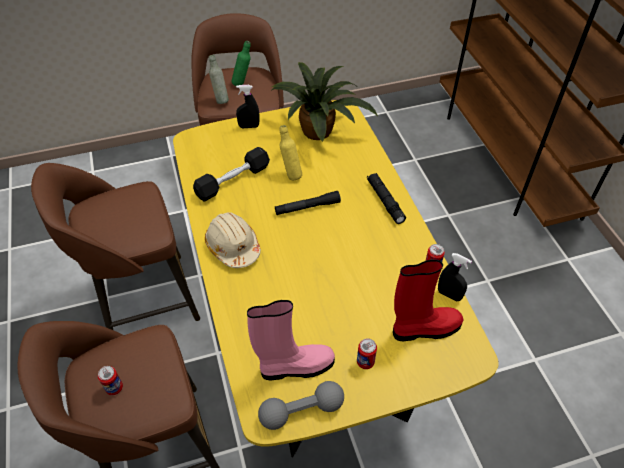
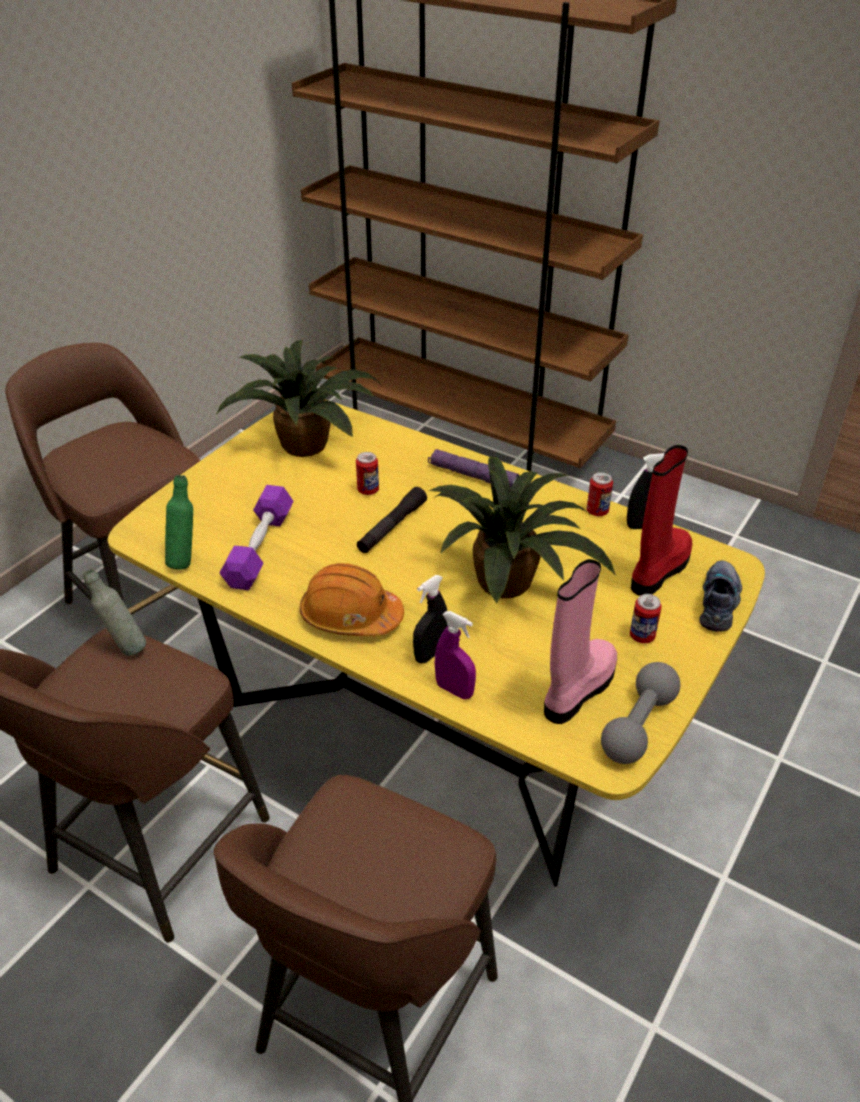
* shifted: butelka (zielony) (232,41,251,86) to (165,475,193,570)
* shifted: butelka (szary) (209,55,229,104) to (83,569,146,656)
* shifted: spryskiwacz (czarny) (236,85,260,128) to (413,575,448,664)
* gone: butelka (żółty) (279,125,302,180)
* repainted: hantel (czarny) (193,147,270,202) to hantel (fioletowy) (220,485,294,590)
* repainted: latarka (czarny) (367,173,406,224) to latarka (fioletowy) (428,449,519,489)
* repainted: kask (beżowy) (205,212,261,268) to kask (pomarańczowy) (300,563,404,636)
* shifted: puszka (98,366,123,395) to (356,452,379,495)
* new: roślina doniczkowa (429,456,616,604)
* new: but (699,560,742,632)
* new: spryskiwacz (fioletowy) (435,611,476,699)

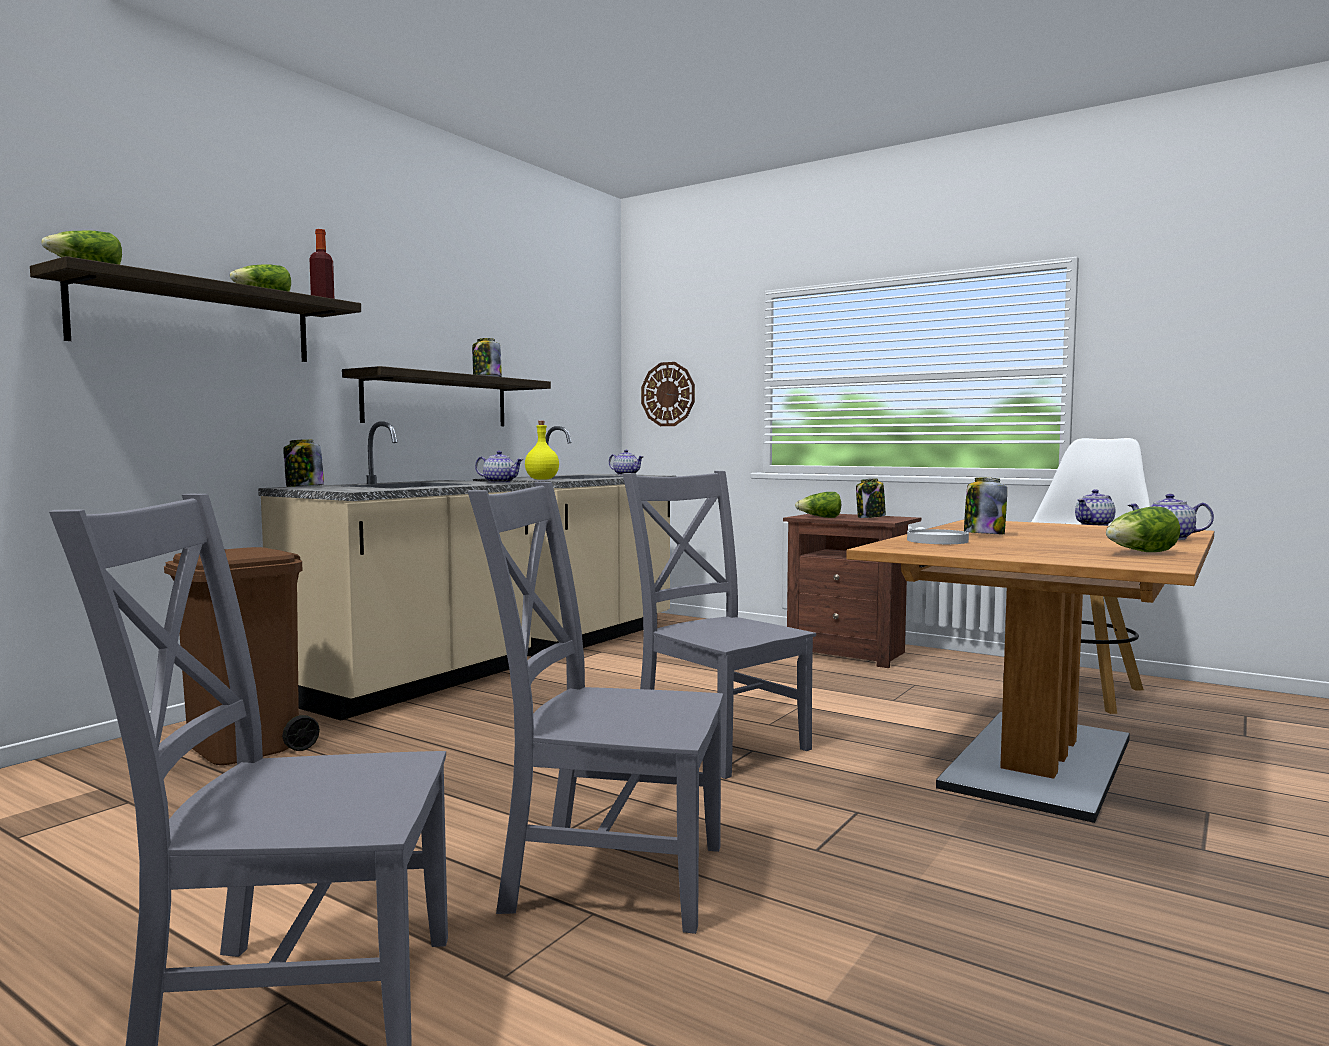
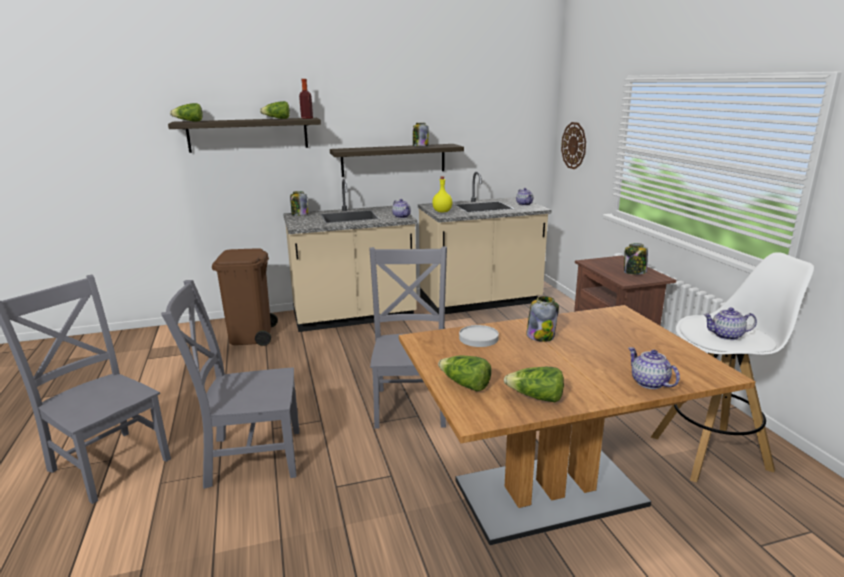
* rotated: krzesło (szary) (468,482,723,934) = (161,280,299,489) 60 degrees counterclockwise
* shifted: sałata (795,492,841,518) to (438,355,492,392)

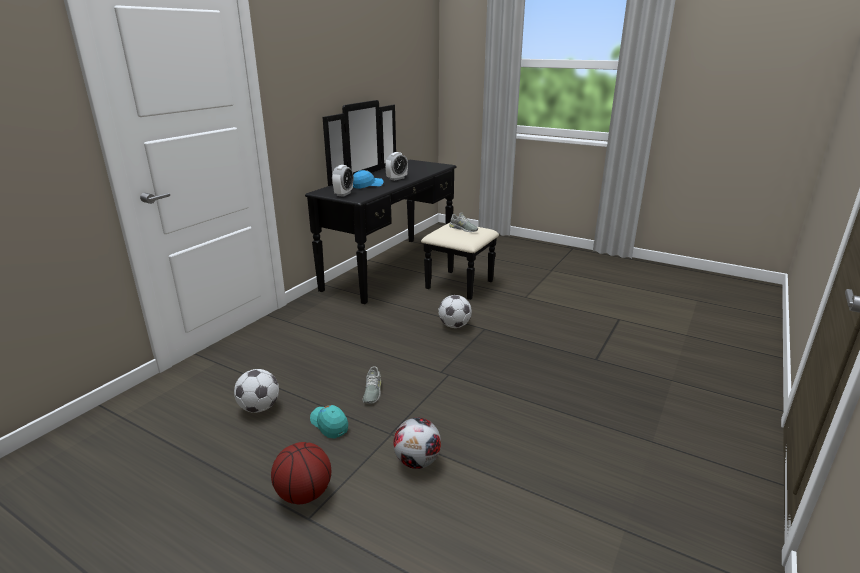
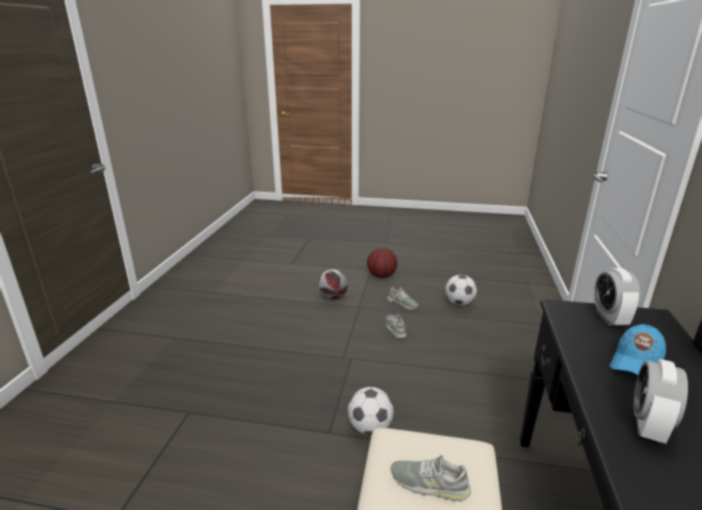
* swapped: czapka z daszkiem (turkusowy) (310,405,348,438) to but (szary) (387,287,419,309)

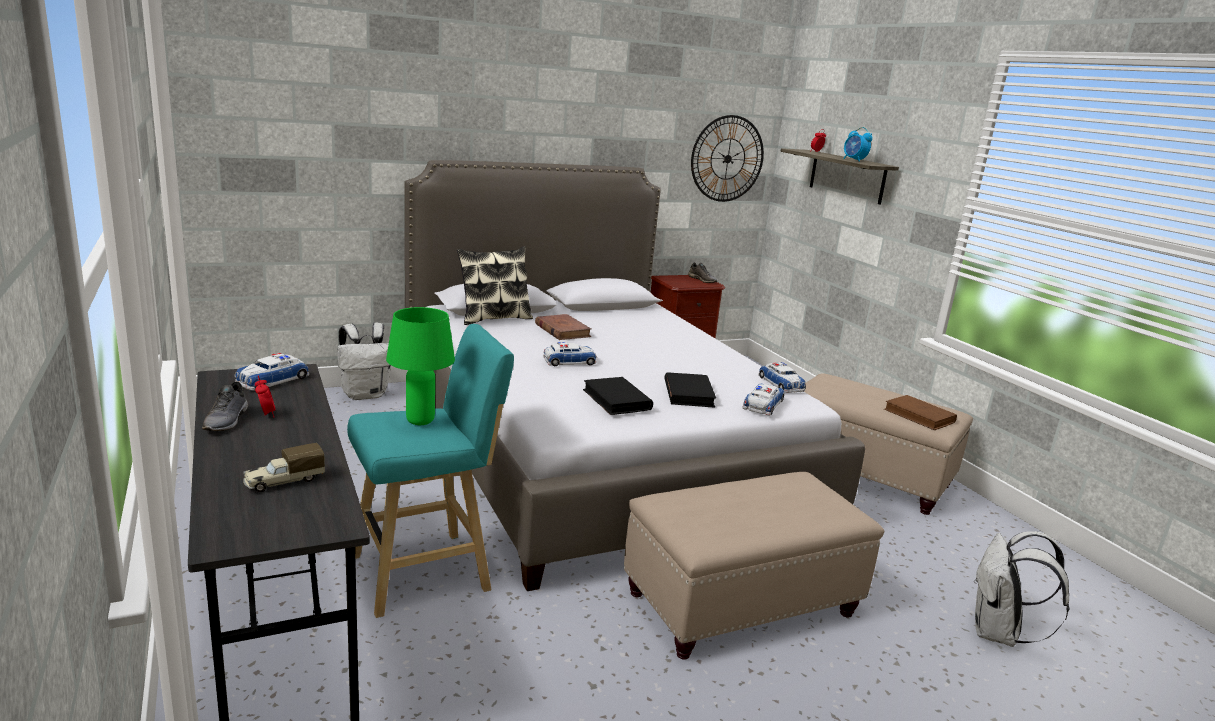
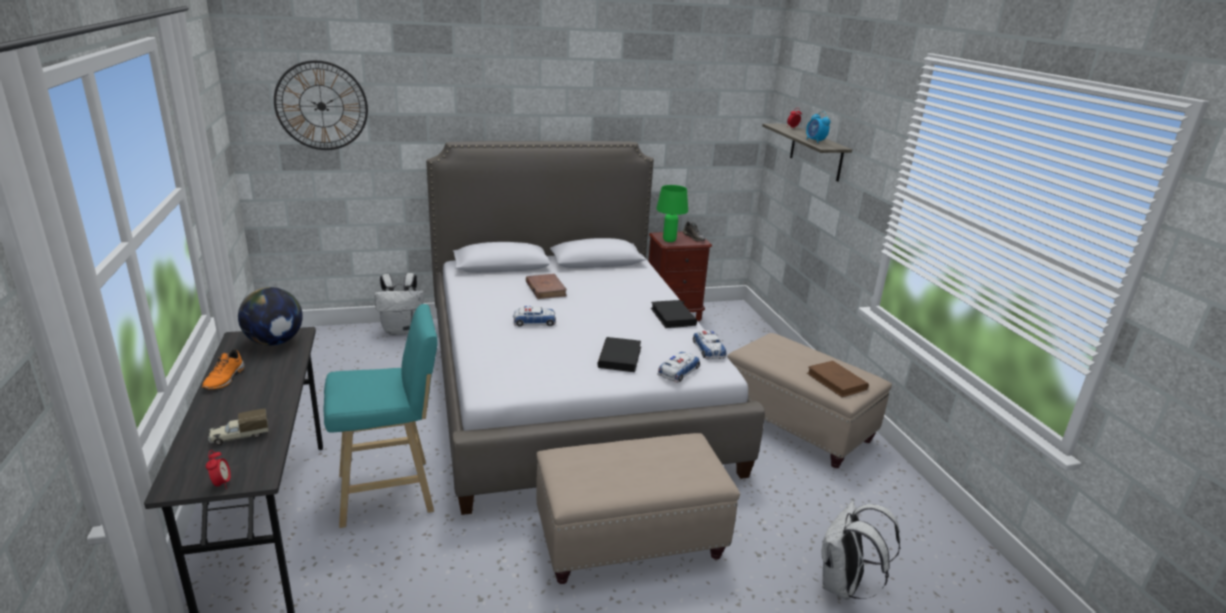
* shifted: zegar ścienny (691,115,764,202) to (274,60,368,150)
* gone: poduszka (457,246,533,325)
* shifted: lampa stołowa (zielony) (386,307,455,425) to (656,185,688,242)
* swapped: samochodzik (235,353,310,391) to globus (238,287,303,346)
* shifted: budzik (255,376,276,418) to (206,450,231,489)
* shifted: książka (czarny) (583,377,653,415) to (651,300,697,328)
* repainted: but (szary) (202,381,248,431) to but (pomarańczowy) (202,349,245,390)

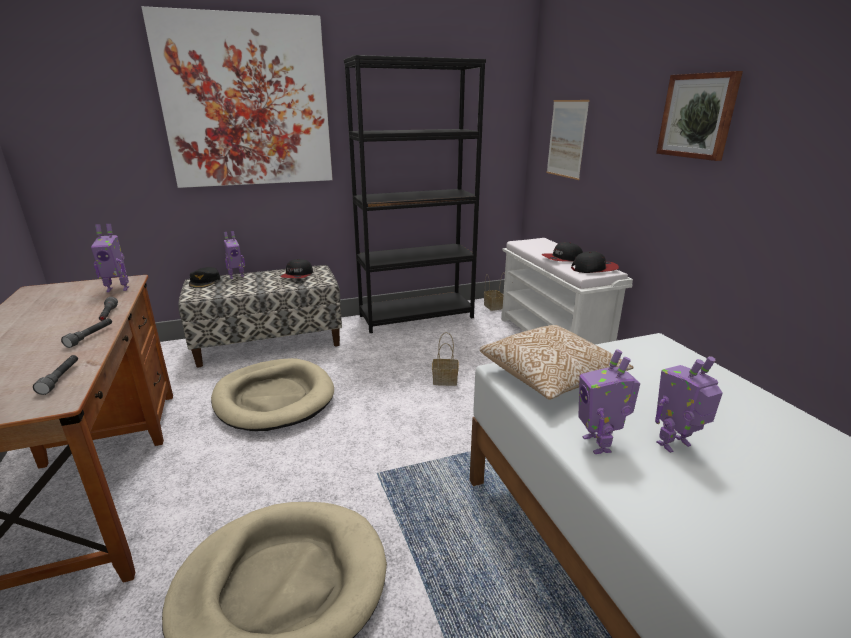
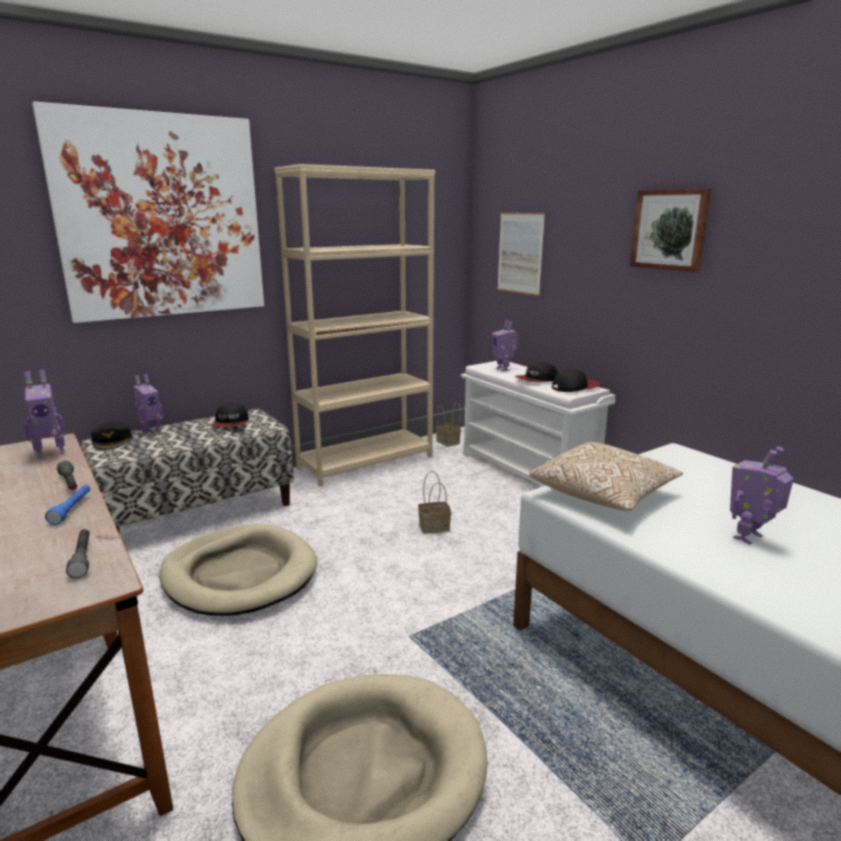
* repainted: regał (czarny) (344,55,486,333) to regał (beżowy) (274,164,435,486)
* repainted: latarka (szary) (61,318,112,348) to latarka (niebieski) (45,485,90,525)
* shifted: robot zabawkowy (578,349,640,454) to (492,320,518,371)

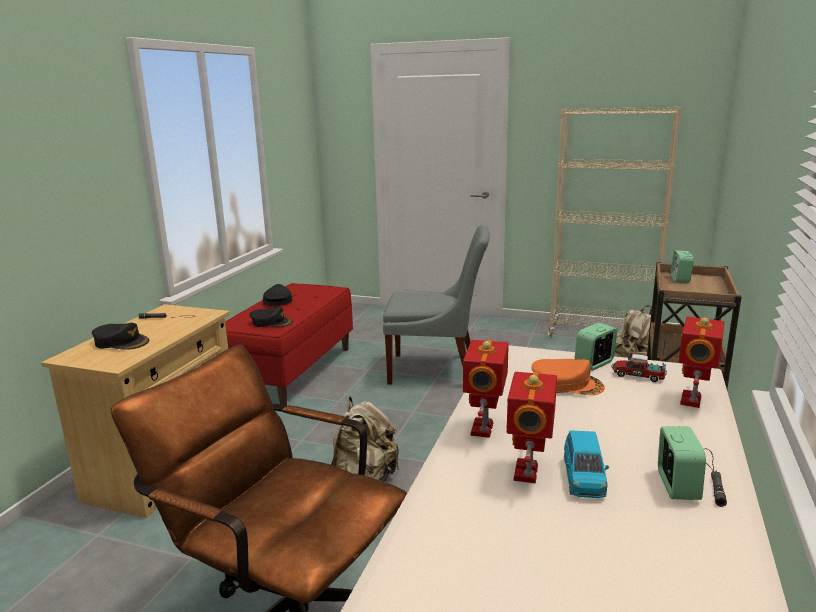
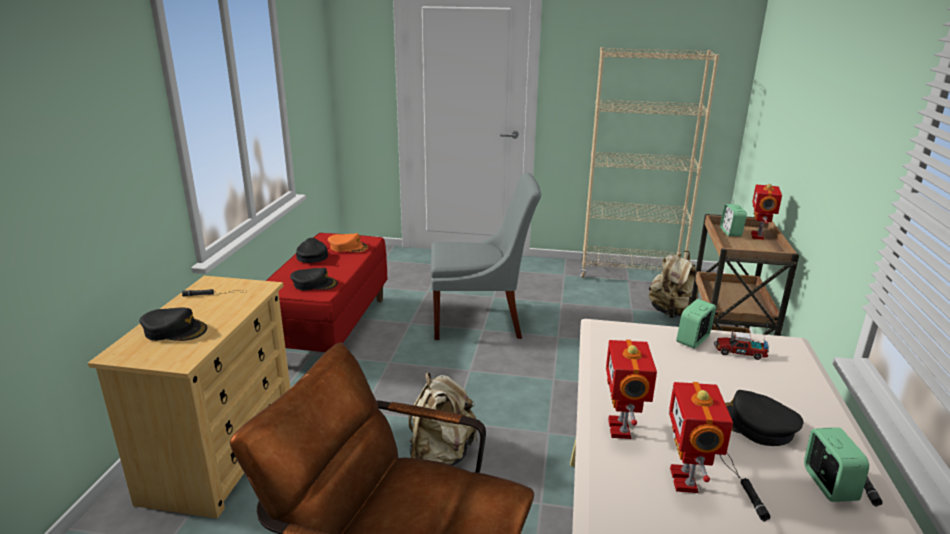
* shifted: robot zabawkowy (678,317,725,408) to (751,184,782,240)
* shifted: czapka z daszkiem (pomarańczowy) (531,359,605,395) to (328,233,368,252)
* swapped: samochodzik (niebieski) (564,430,609,498) to latarka (czarny) (720,453,770,521)
* new: czapka z daszkiem (czarny) (725,390,804,446)

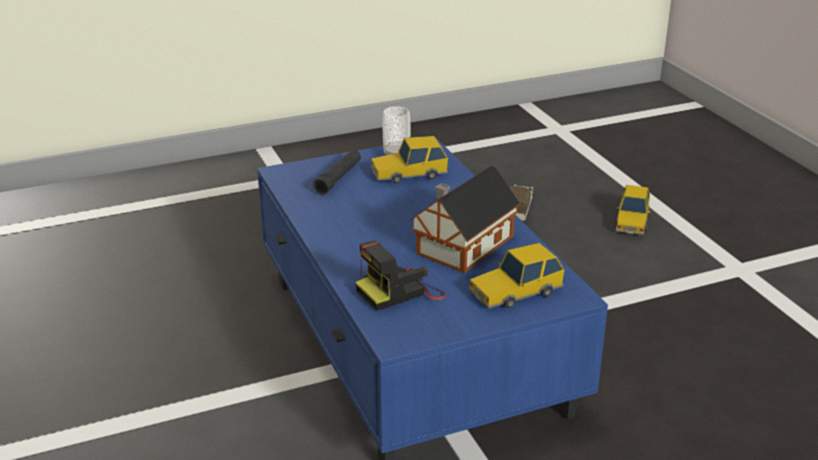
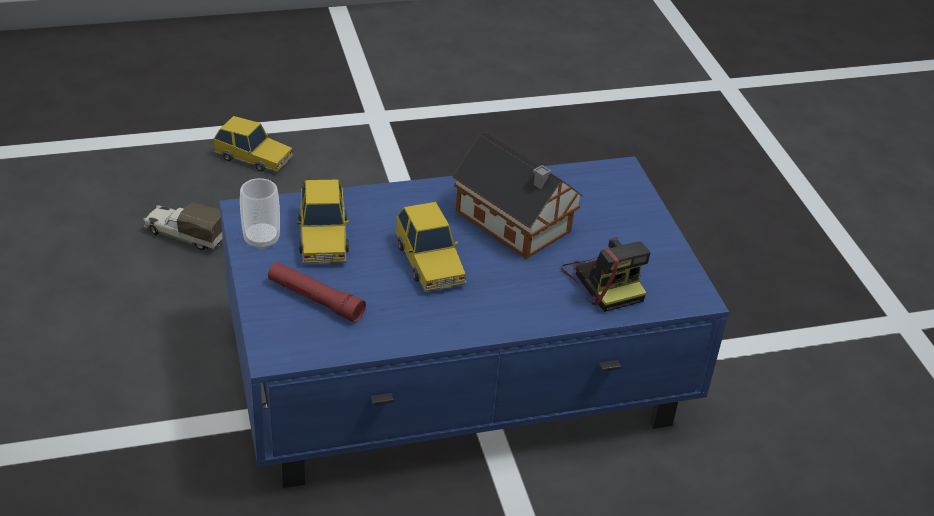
* repainted: latarka (czarny) (313,149,361,195) to latarka (czerwony) (268,262,366,322)
* shifted: samochodzik (468,243,564,308) to (395,202,467,292)

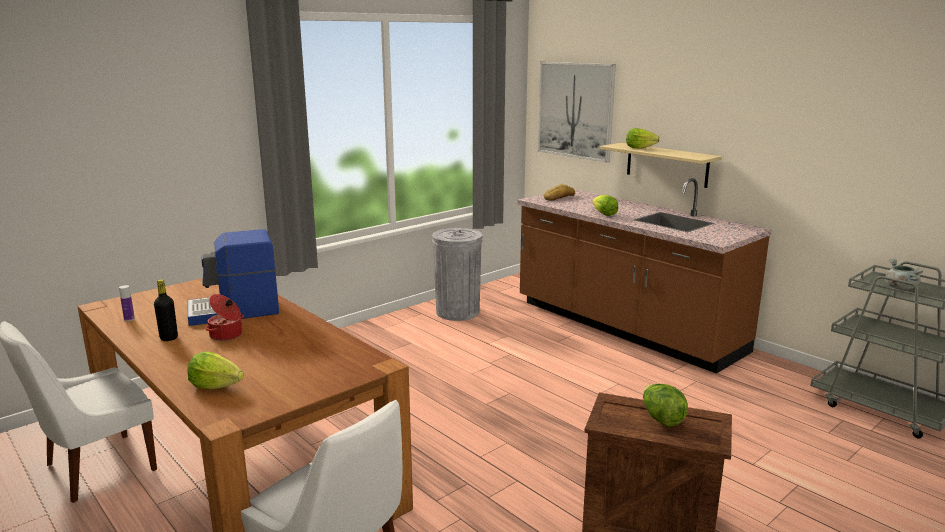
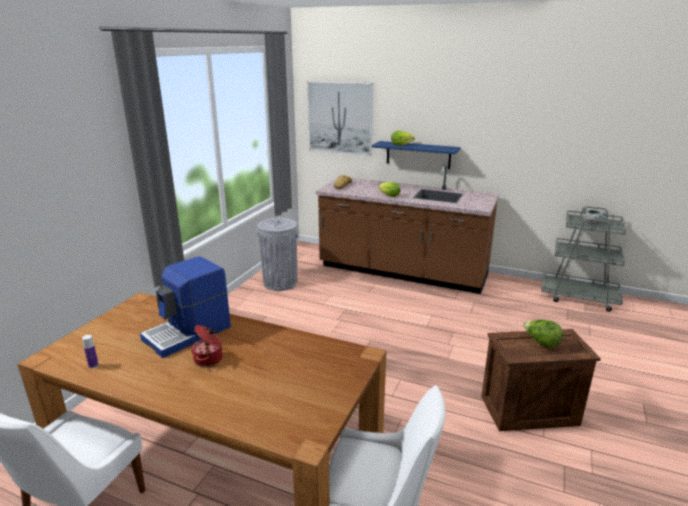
* repainted: półka (beżowy) (600,143,722,188) to półka (niebieski) (372,141,461,169)
* gone: butelka (czarny) (154,279,178,341)
* gone: sałata (187,351,244,389)

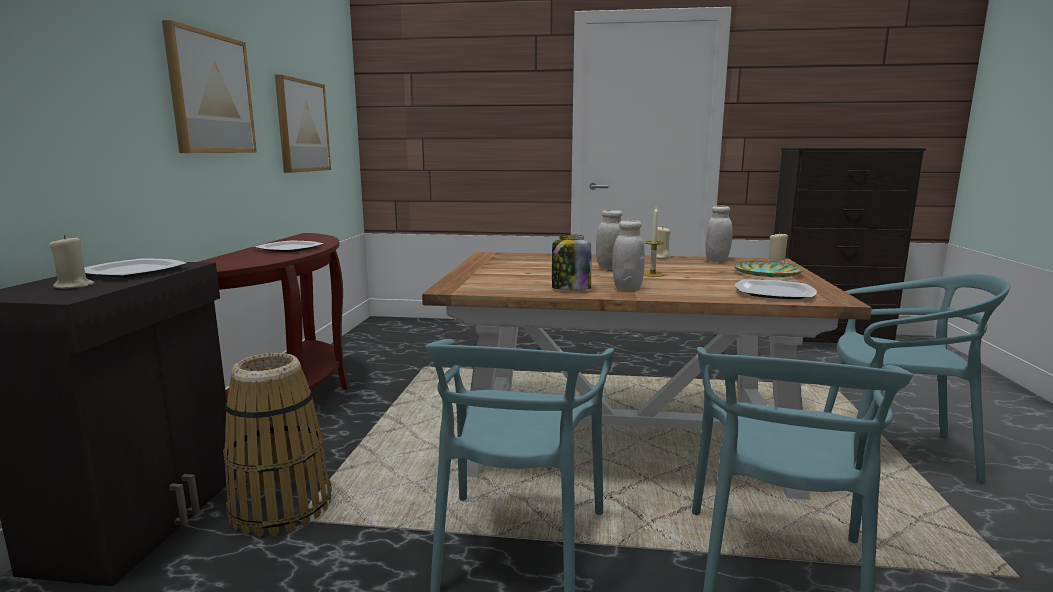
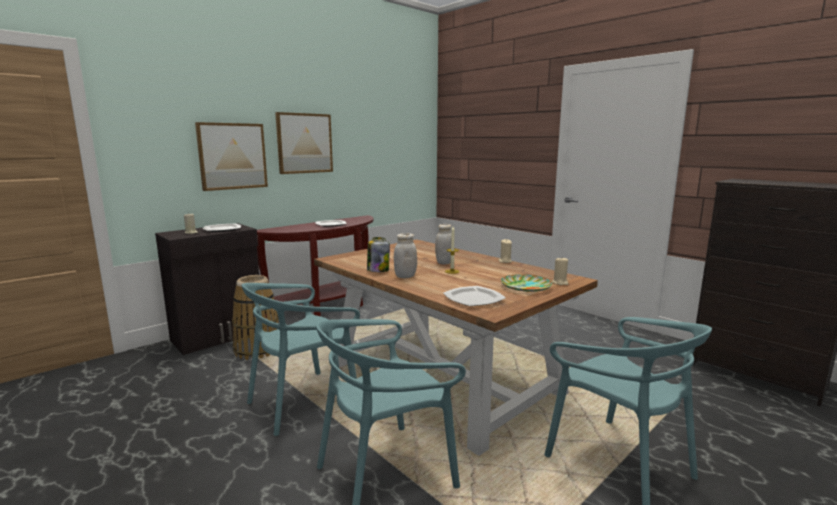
* shifted: obraz (275,75,331,173) to (195,122,268,191)
* gone: słoik (biały) (705,205,732,262)

